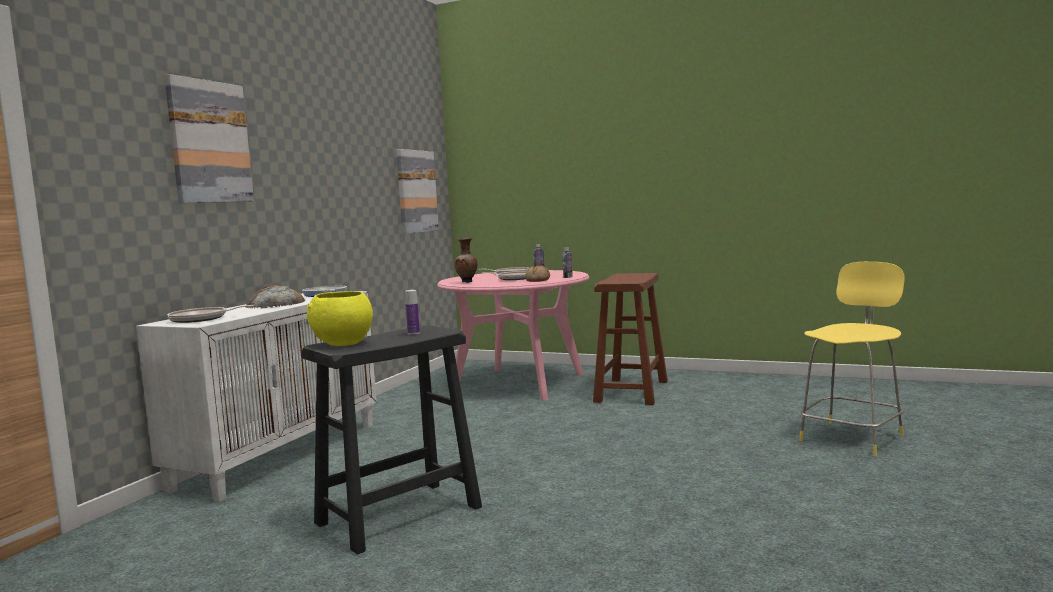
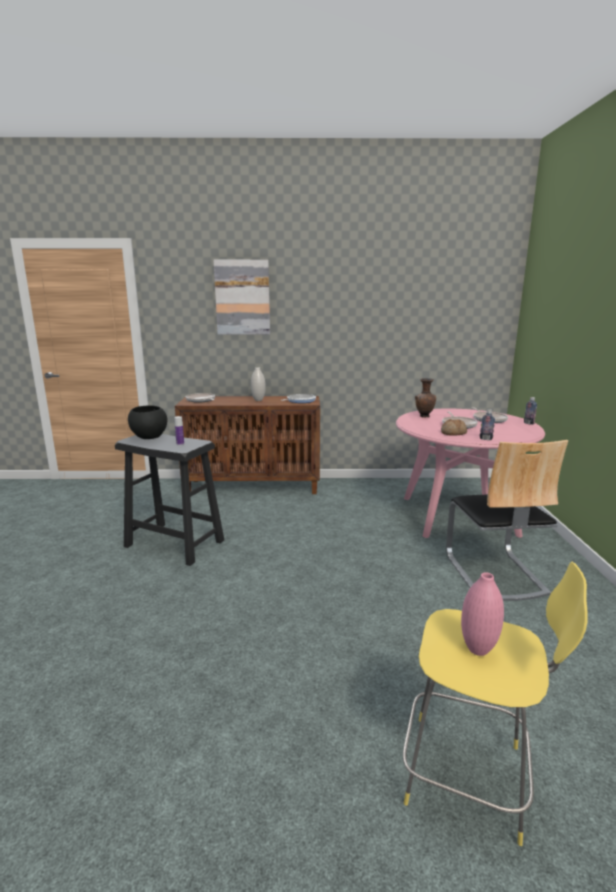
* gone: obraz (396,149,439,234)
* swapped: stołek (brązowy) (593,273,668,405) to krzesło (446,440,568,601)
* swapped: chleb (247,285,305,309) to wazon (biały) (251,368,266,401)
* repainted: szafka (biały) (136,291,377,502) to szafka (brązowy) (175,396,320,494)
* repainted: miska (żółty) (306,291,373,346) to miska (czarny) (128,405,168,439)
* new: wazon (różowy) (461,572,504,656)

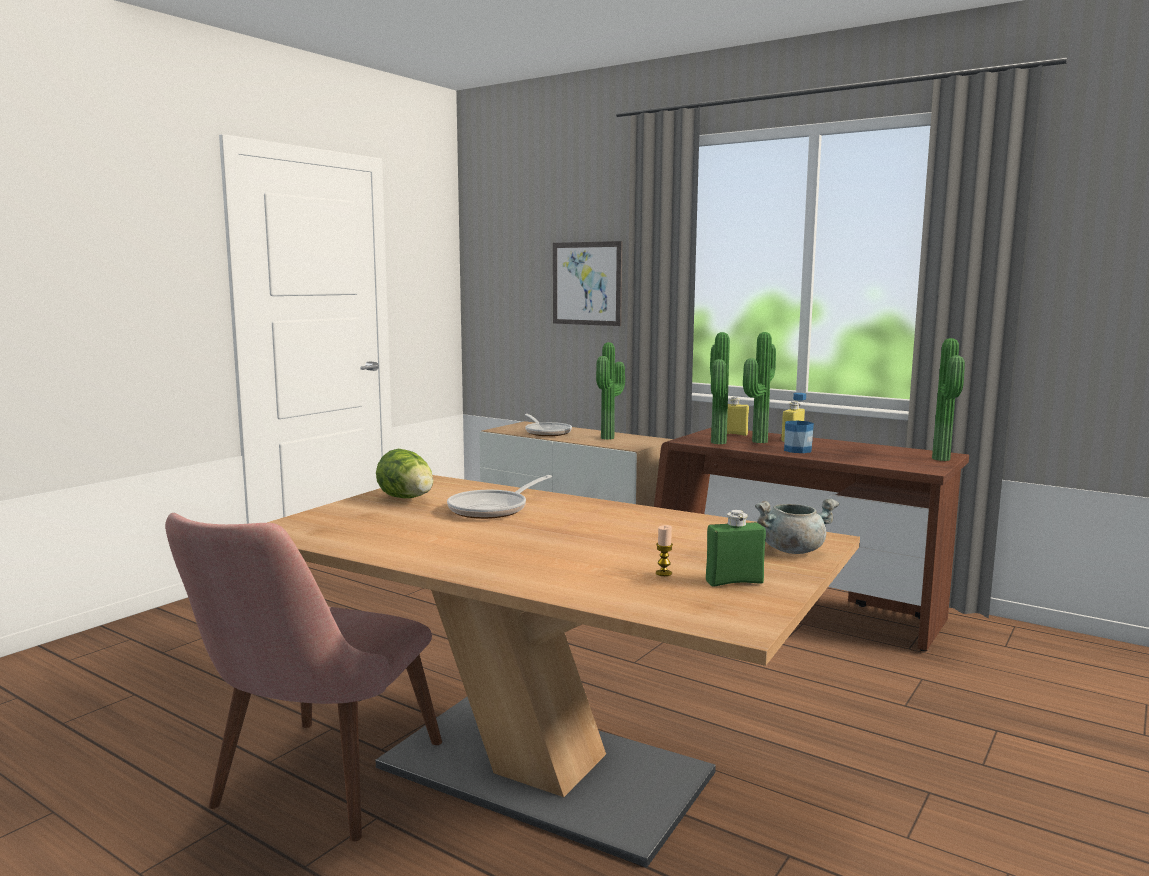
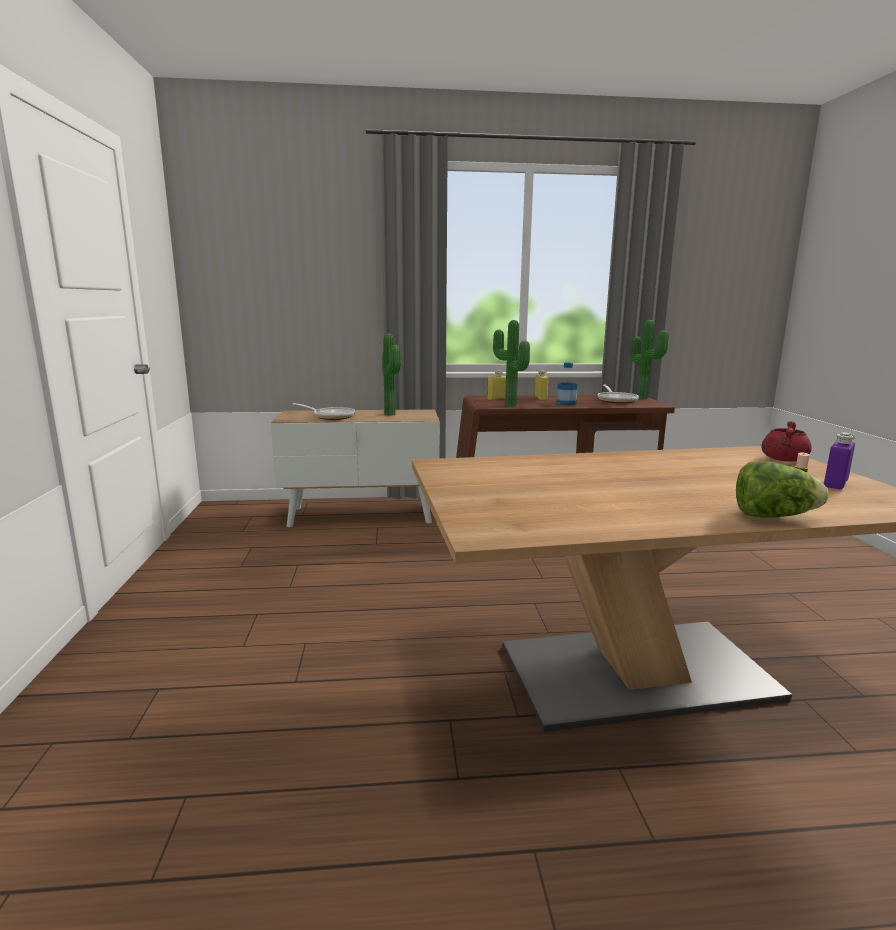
* gone: obraz (553,241,622,326)
* gone: roślina doniczkowa (743,332,776,443)
* shifted: sałata (376,449,433,498) to (736,462,829,518)
* shifted: patelnia (447,475,552,519) to (598,385,639,403)
* repainted: garnek (szary) (755,498,839,554) to garnek (czerwony) (762,421,812,461)
* repainted: butelka (zielony) (706,510,766,587) to butelka (fioletowy) (824,433,855,489)
* gone: krzesło (różowy) (165,513,442,841)

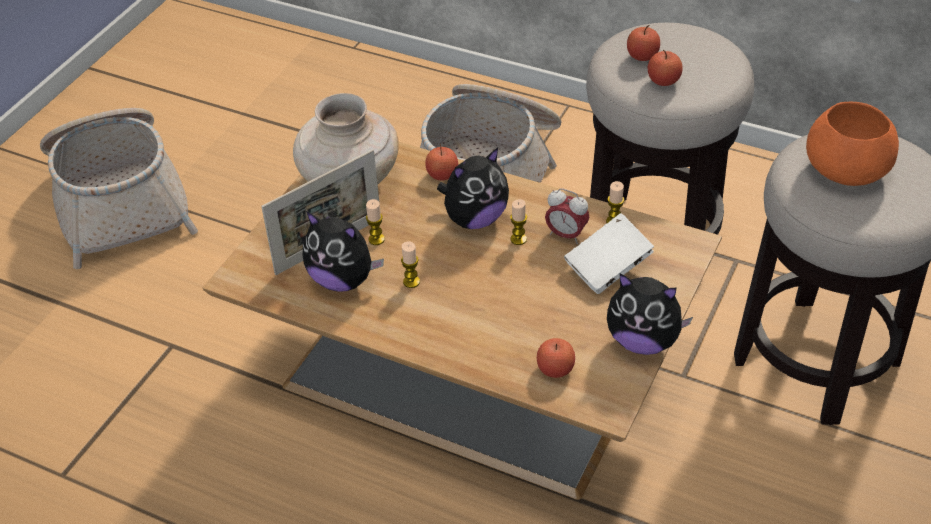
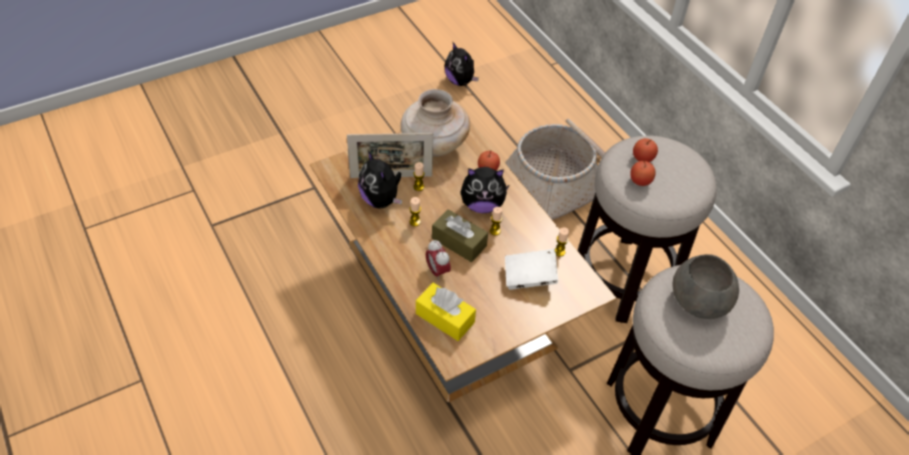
* repainted: miska (pomarańczowy) (806,102,899,186) to miska (szary) (672,254,739,319)
* gone: koszyk (40,108,198,269)
* shifted: budzik (545,188,589,244) to (426,240,451,281)
* shifted: pluszak (607,273,693,355) to (445,42,479,86)
* swapped: jabłko (537,338,575,378) to pudełko chusteczek (żółty) (416,283,476,341)
* new: pudełko chusteczek (brązowy) (432,209,488,262)

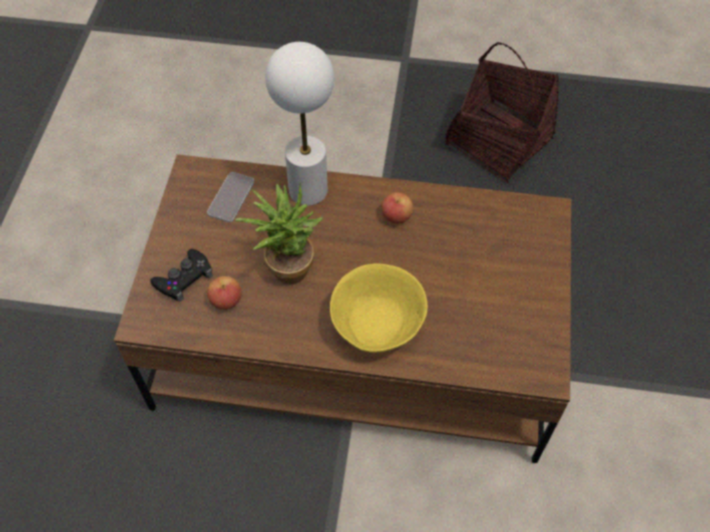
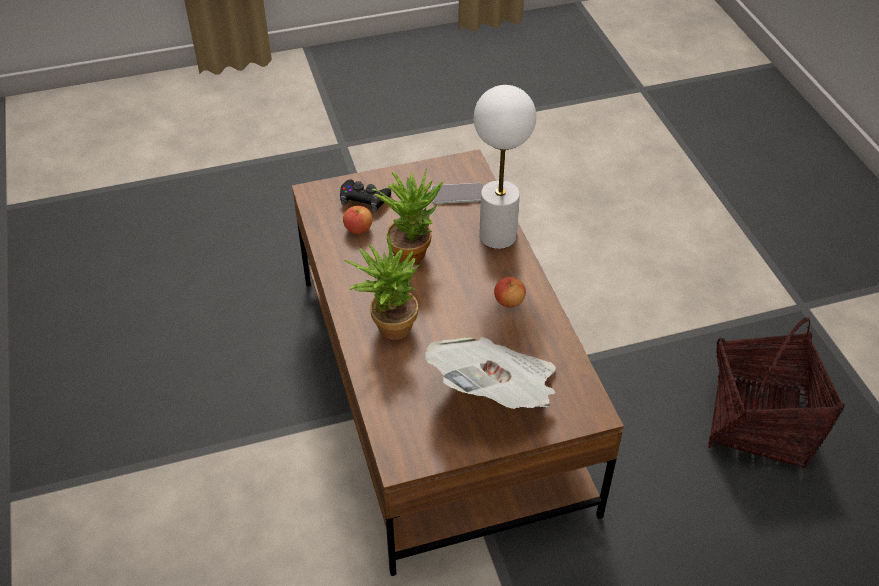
* swapped: miska (żółty) (330,264,428,353) to roślina doniczkowa (344,233,420,340)
* new: gazeta (425,337,556,409)

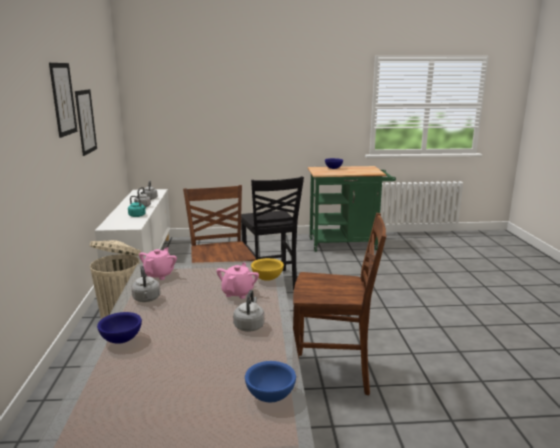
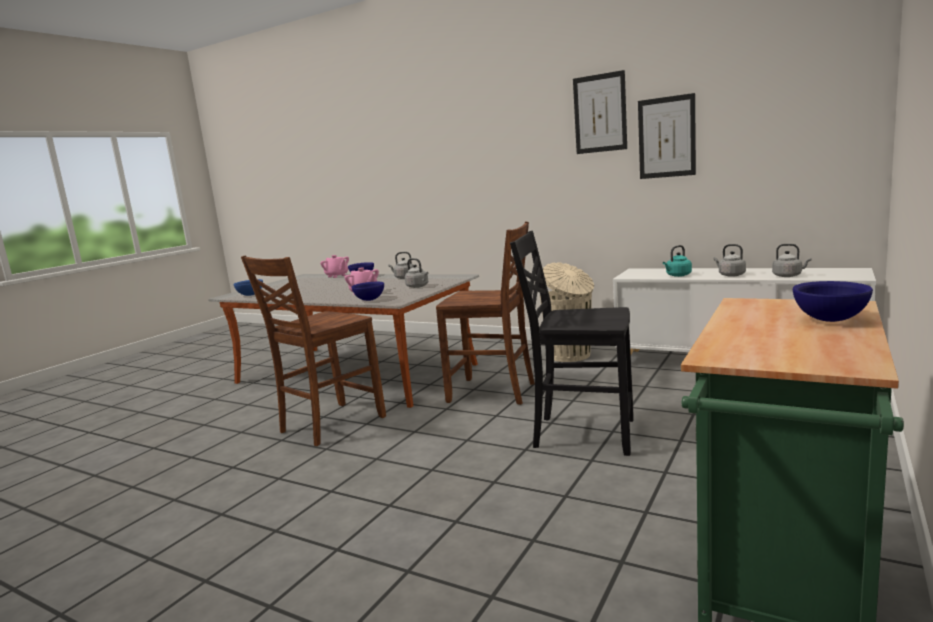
* shifted: imbryk (różowy) (139,247,177,280) to (320,255,349,278)
* repainted: miska (żółty) (251,258,284,281) to miska (niebieski) (352,282,384,301)
* shifted: czajnik (szary) (233,290,264,332) to (405,258,428,288)

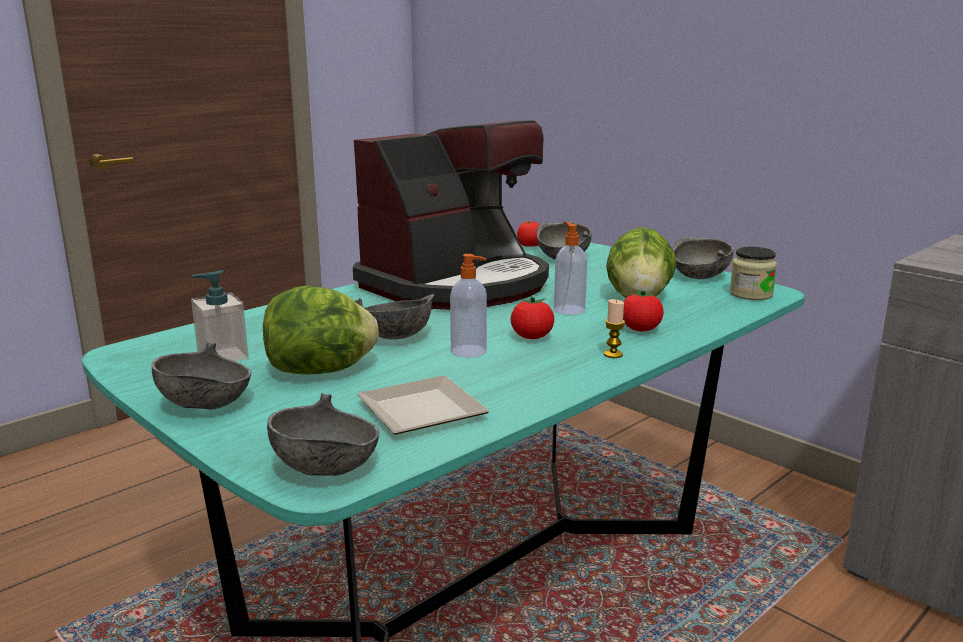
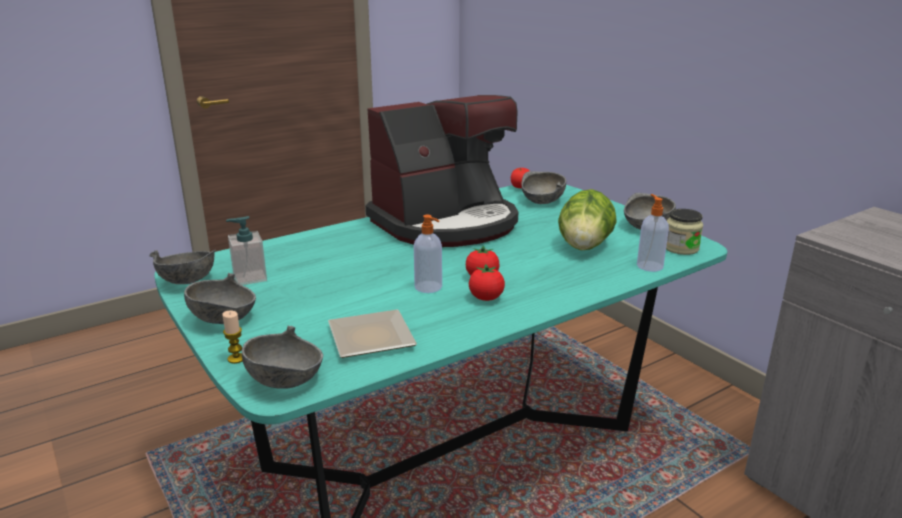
* shifted: dozownik mydła (554,222,587,315) to (637,194,669,272)
* gone: sałata (263,286,379,375)
* shifted: pomidor (623,289,664,331) to (469,264,505,301)
* shifted: miska (szary) (355,294,434,339) to (149,250,216,284)
* shifted: świeca (604,299,625,358) to (222,310,242,364)

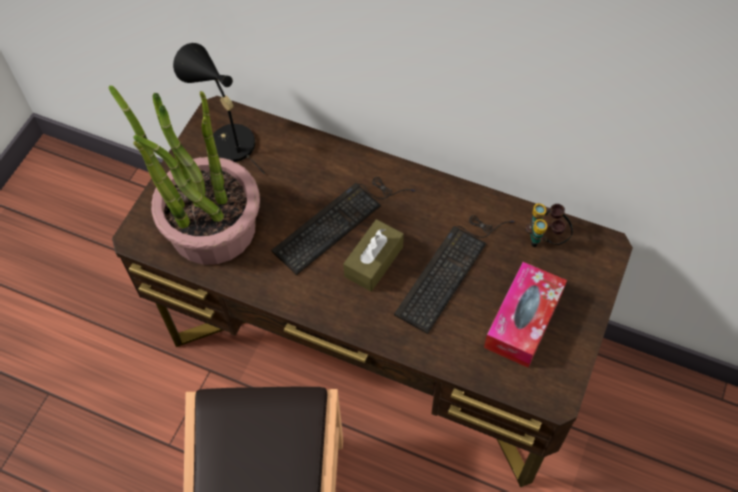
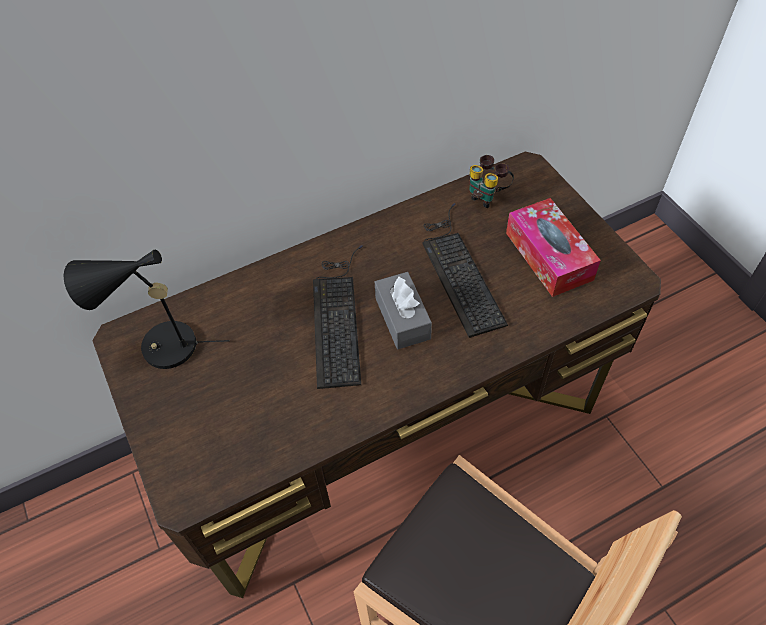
* gone: roślina doniczkowa (109,86,260,265)
* repainted: pudełko chusteczek (brązowy) (343,219,404,292) to pudełko chusteczek (szary) (375,272,432,349)

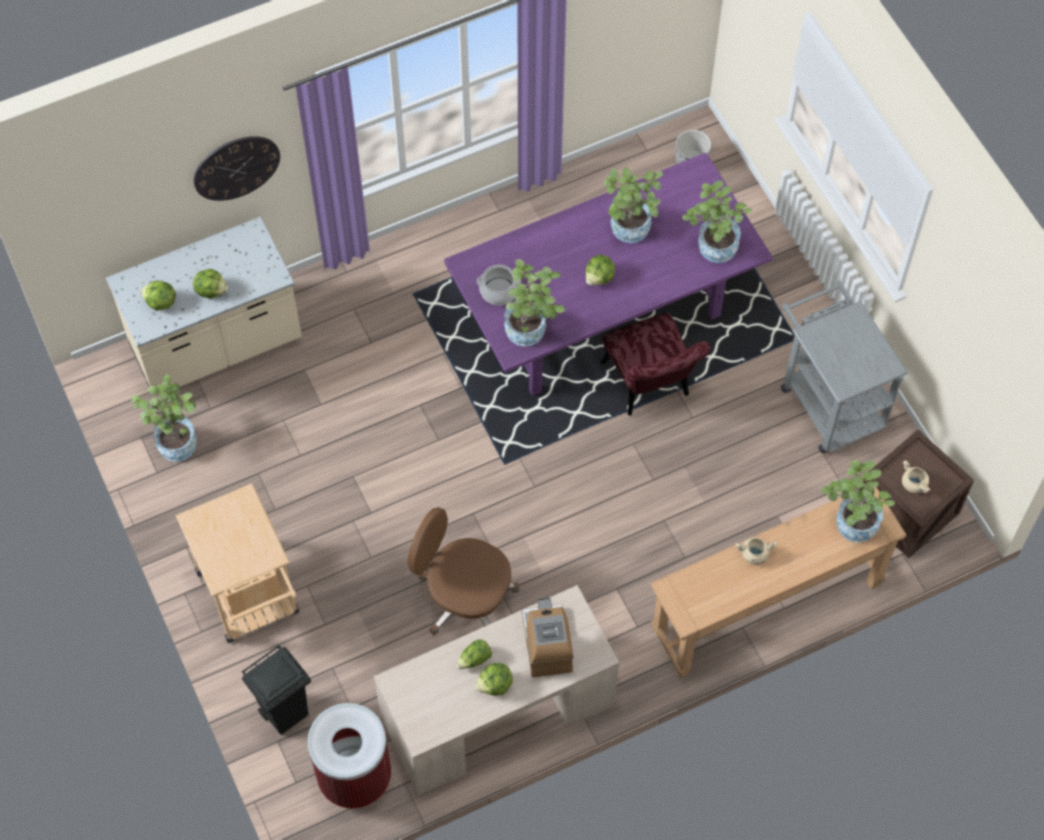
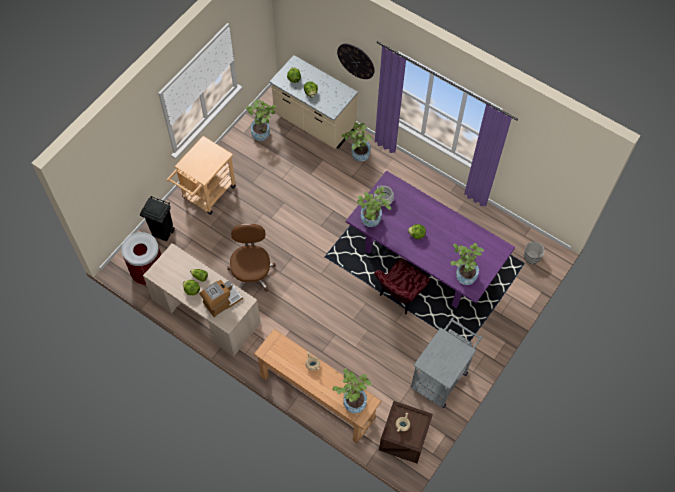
* shifted: roślina doniczkowa (604,167,663,243) to (341,122,372,162)

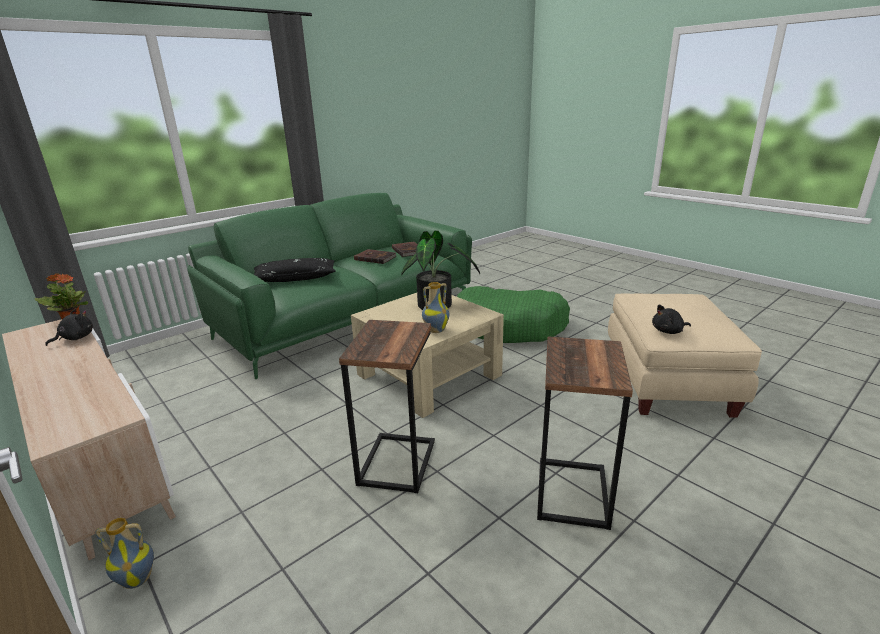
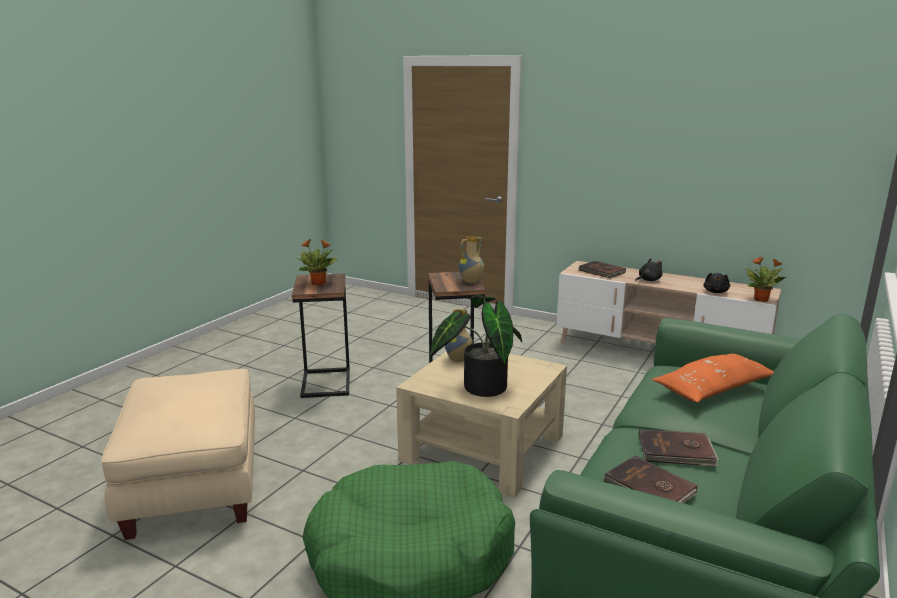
* repainted: poduszka (czarny) (254,258,335,282) to poduszka (pomarańczowy) (652,353,774,403)
* shifted: pluszak (czarny) (652,305,691,334) to (635,259,663,282)
* shifted: wazon (95,518,154,589) to (459,236,484,283)
* new: roślina doniczkowa (297,239,338,285)
* new: książka (brązowy) (579,261,626,278)

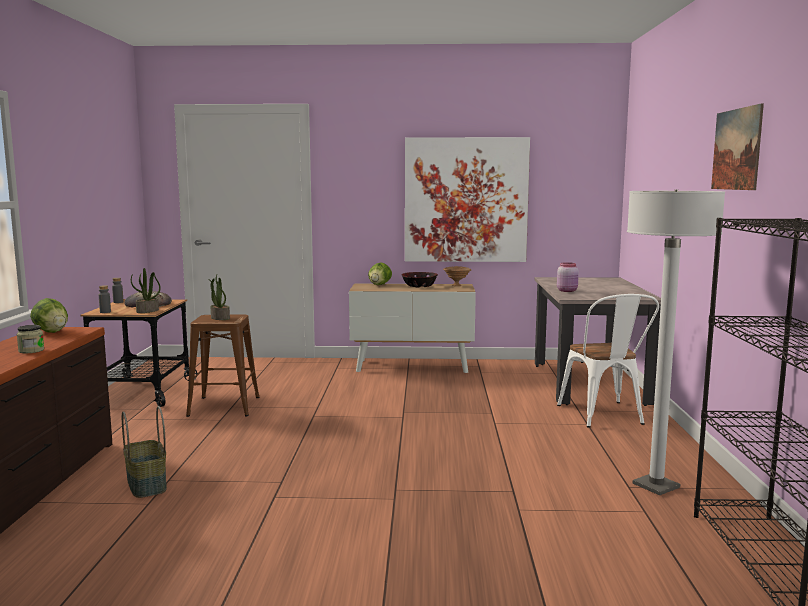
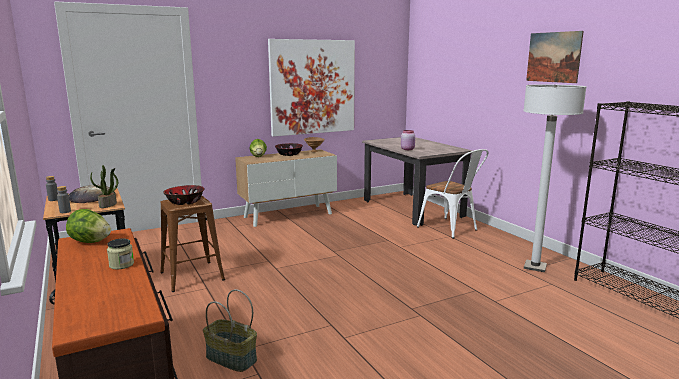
* swapped: roślina doniczkowa (208,275,230,320) to miska (163,185,205,205)

